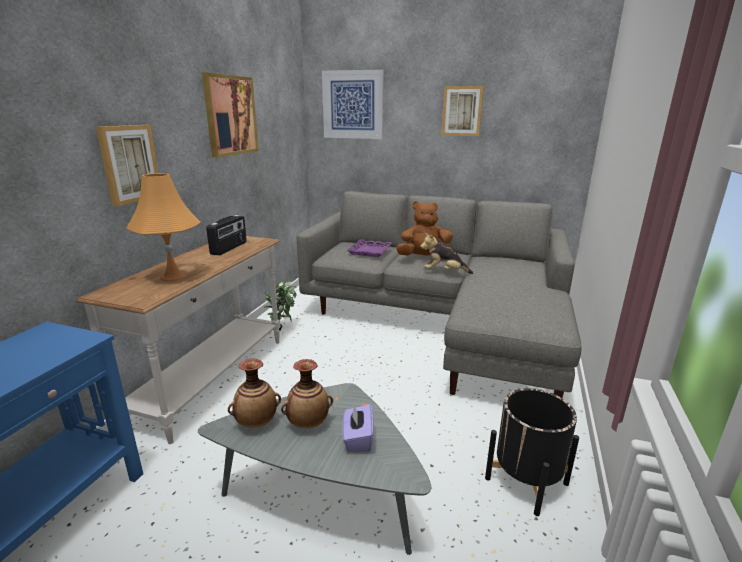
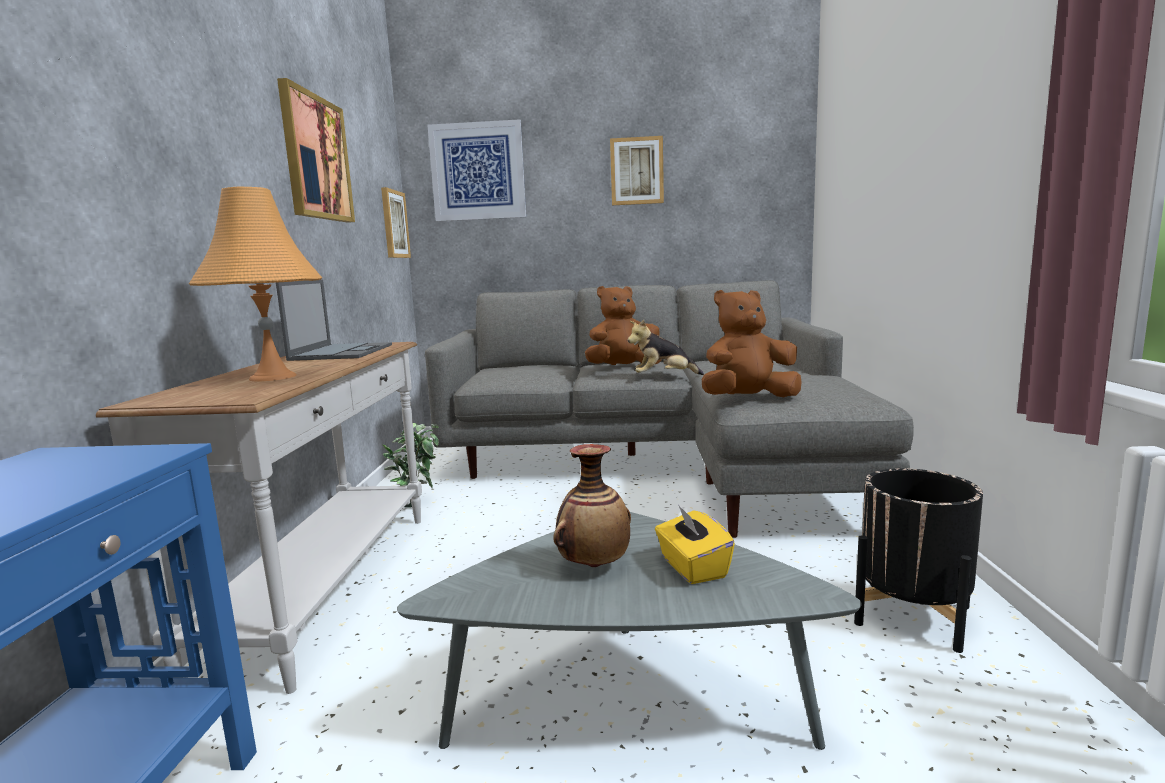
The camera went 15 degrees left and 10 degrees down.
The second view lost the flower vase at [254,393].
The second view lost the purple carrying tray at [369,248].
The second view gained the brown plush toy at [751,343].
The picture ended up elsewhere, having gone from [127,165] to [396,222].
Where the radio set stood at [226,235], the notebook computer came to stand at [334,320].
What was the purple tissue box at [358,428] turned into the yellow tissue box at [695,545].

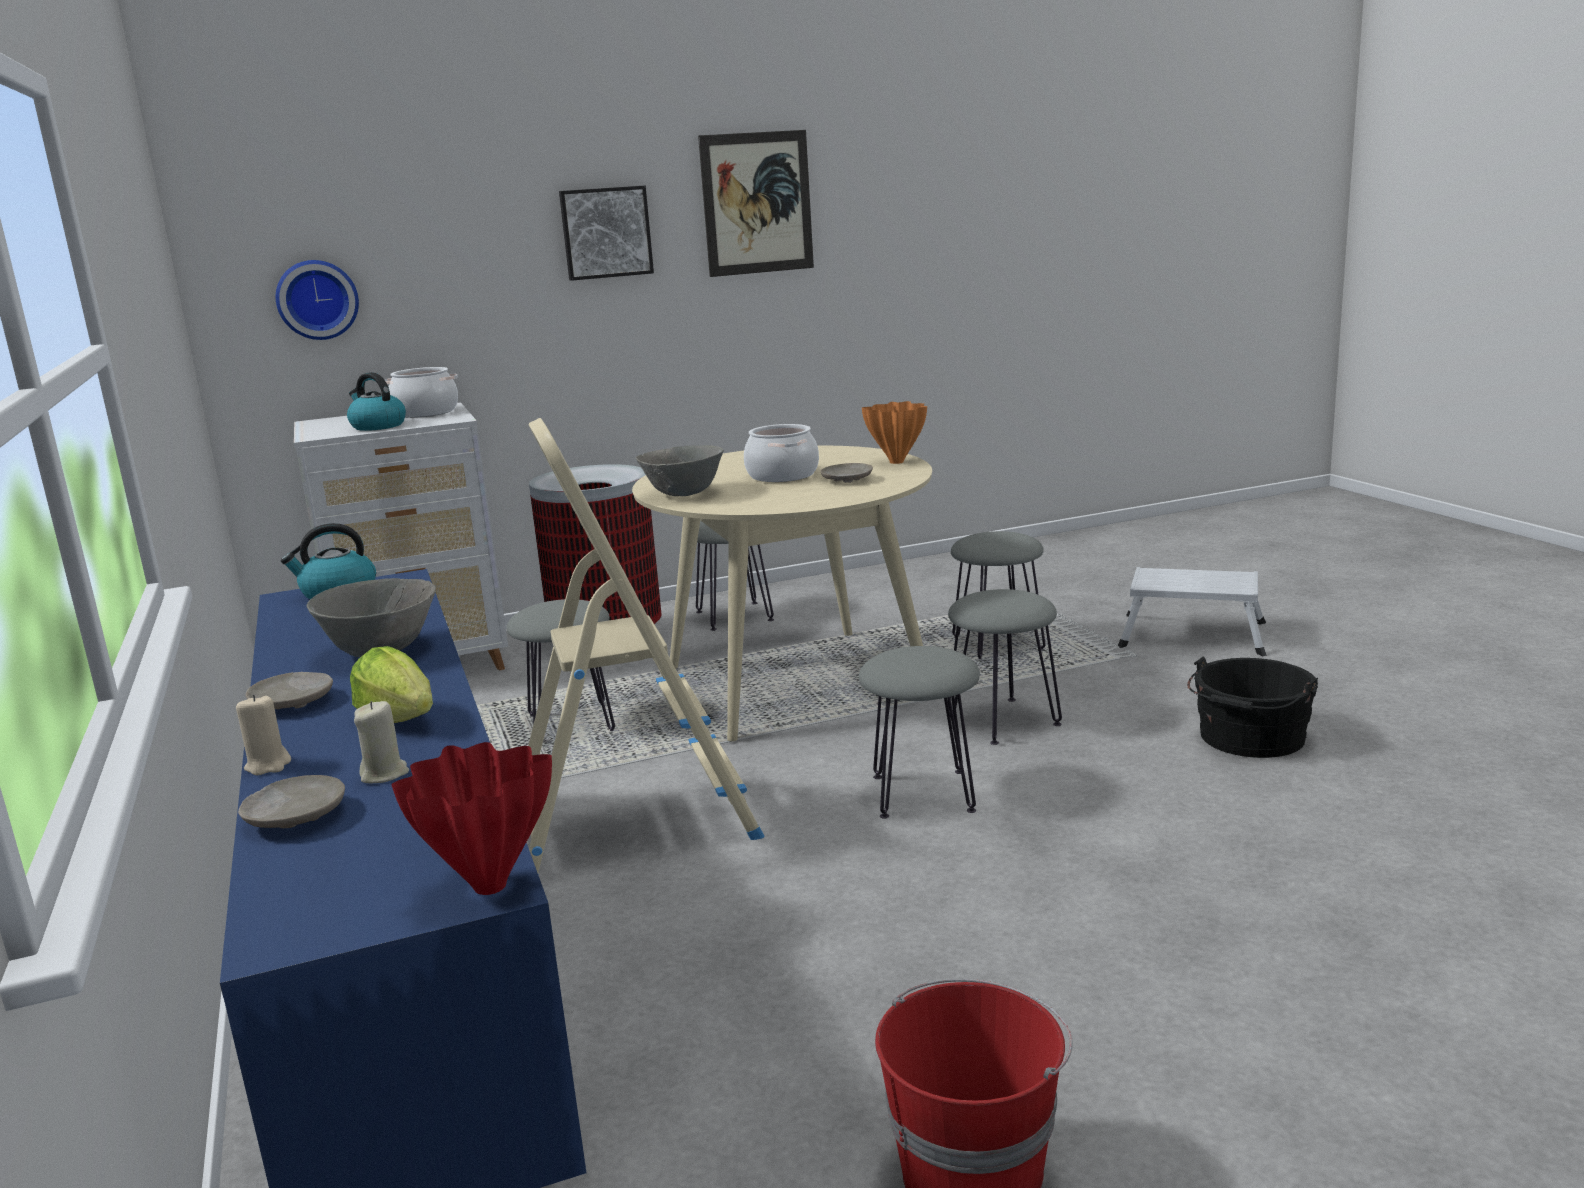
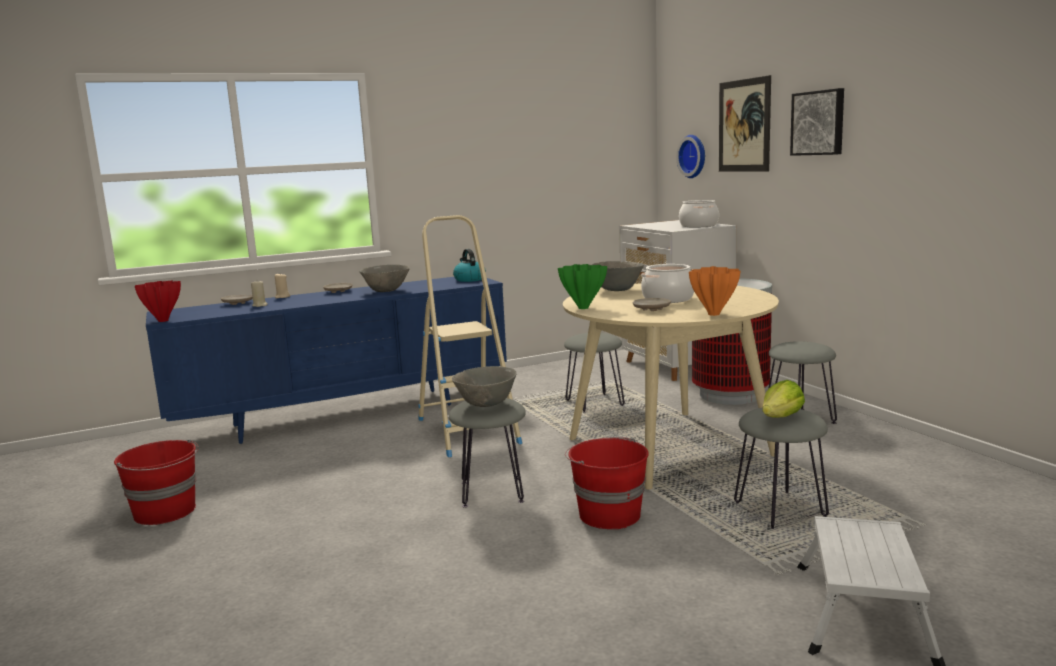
The camera went 85 degrees right and 5 degrees down.
The second view lost the water kettle at [376,401].
The second view lost the black-coloured water bucket at [1252,707].
The second view gained the grey deep dish at [484,386].
The second view gained the greenish flower vase at [582,286].
The head of lettuce ended up elsewhere, having gone from [391,684] to [783,399].
The picture ended up elsewhere, having gone from [756,203] to [745,123].
Where the grey sitting stool stood at [1005,667], the reddish water bucket came to stand at [607,483].

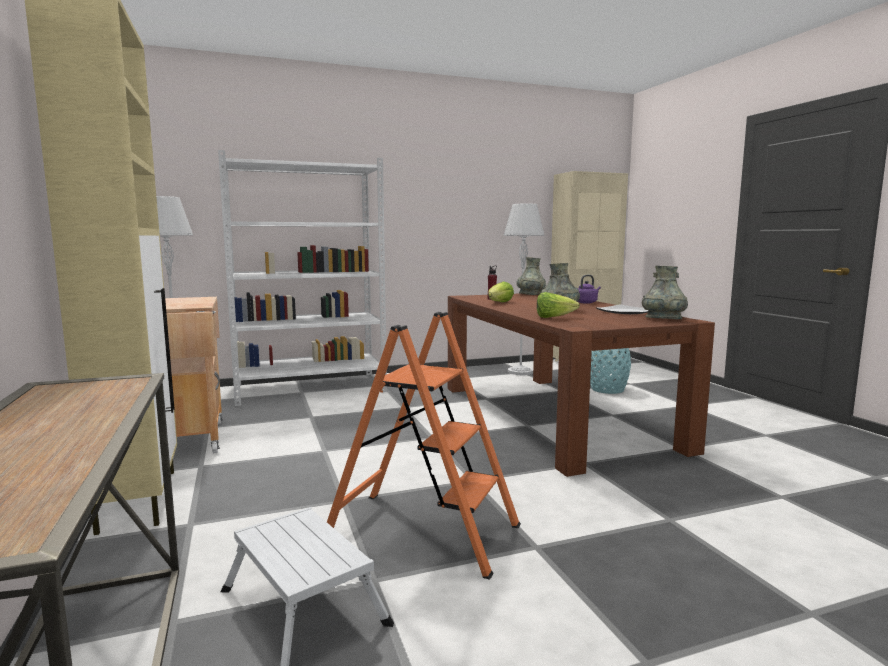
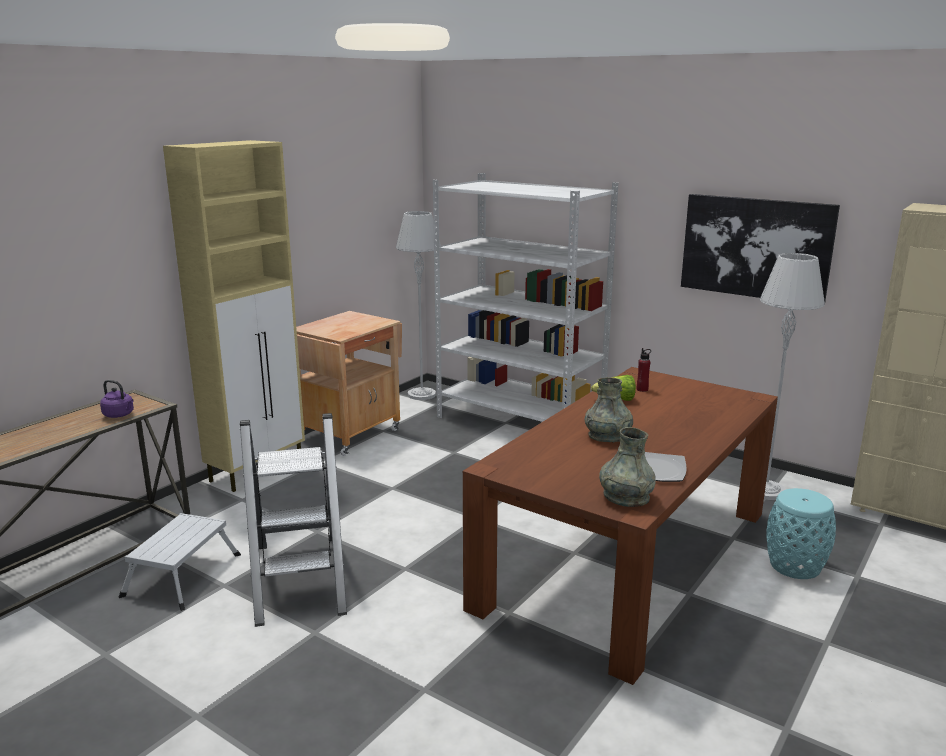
The camera went 55 degrees right and 10 degrees up.
The second view lost the grey flower vase at [531,276].
The second view lost the head of lettuce at [558,305].
The second view gained the picture at [760,247].
The purple water kettle ended up elsewhere, having gone from [589,289] to [117,399].
What was the orange-coloured step ladder at [424,446] turned into the grey step ladder at [293,520].

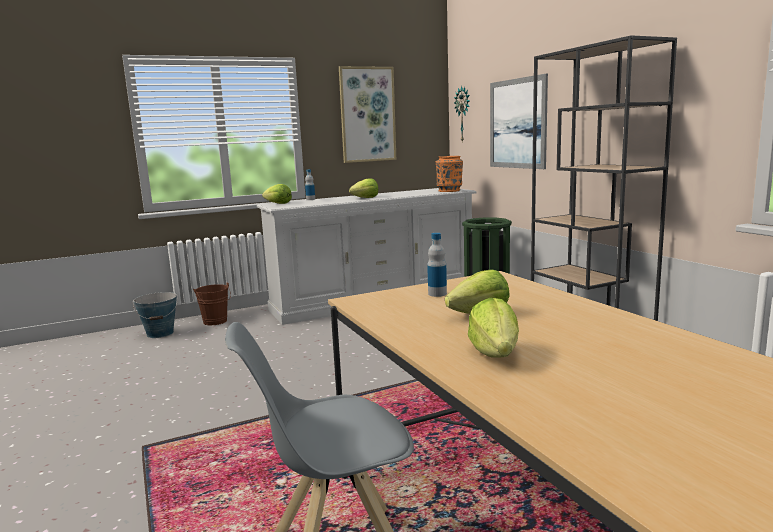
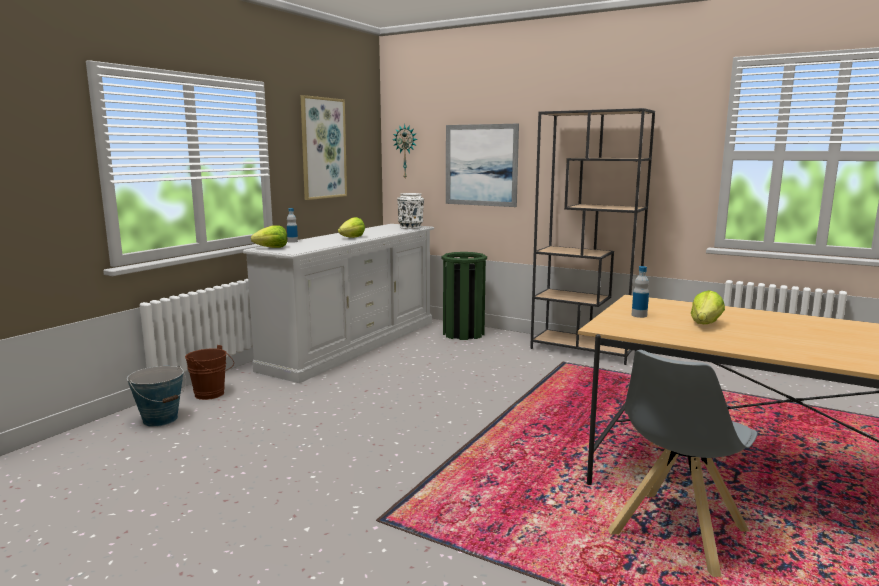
The camera went 35 degrees left and 0 degrees up.
The second view lost the head of lettuce at [493,328].
What was the orange-coloured flower vase at [449,174] turned into the whitish flower vase at [410,211].

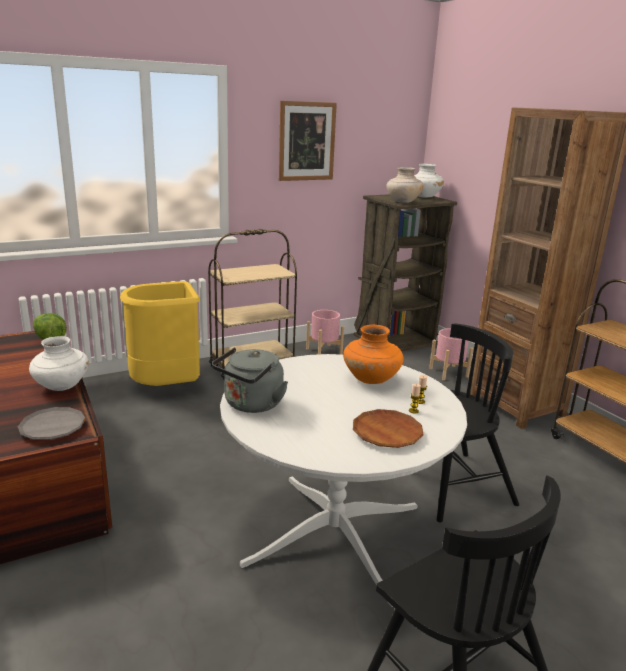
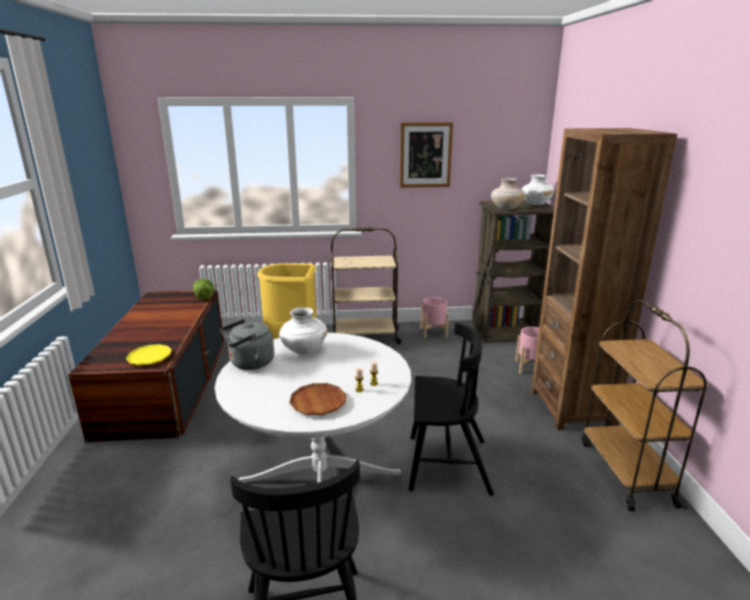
The camera went 25 degrees right and 0 degrees up.
The second view lost the orange-coloured flower vase at [373,354].
The whitish flower vase ended up elsewhere, having gone from [59,363] to [303,330].
What was the grey dinner plate at [52,423] turned into the yellow dinner plate at [149,354].

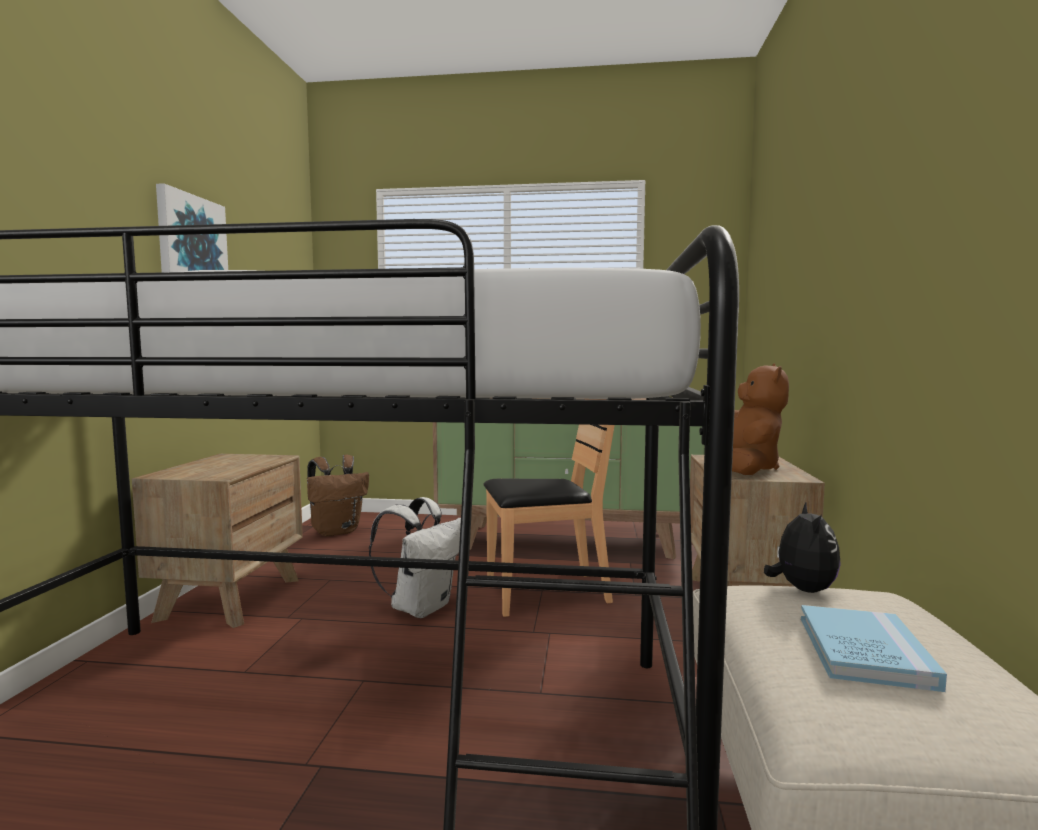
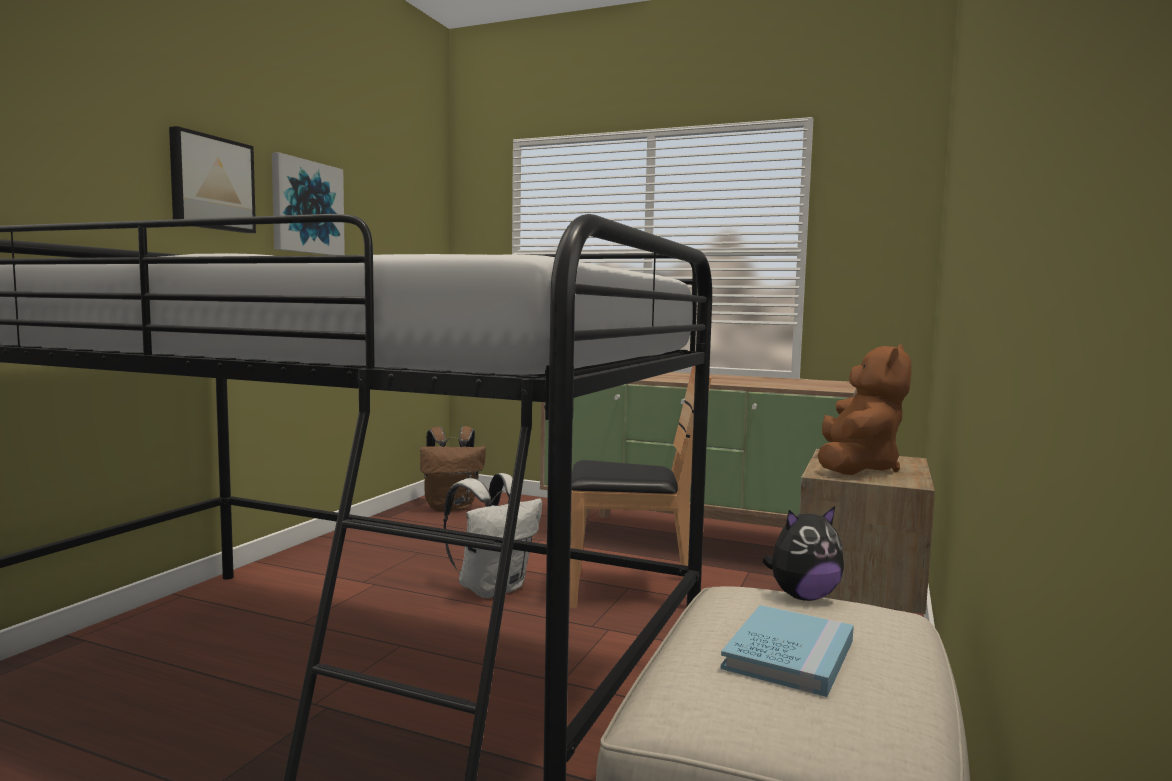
The camera went 15 degrees right and 0 degrees up.
The second view lost the brown bedside table at [217,541].
The second view gained the picture at [212,179].
The plush toy at [802,548] ended up facing another way, 45 degrees clockwise from before.

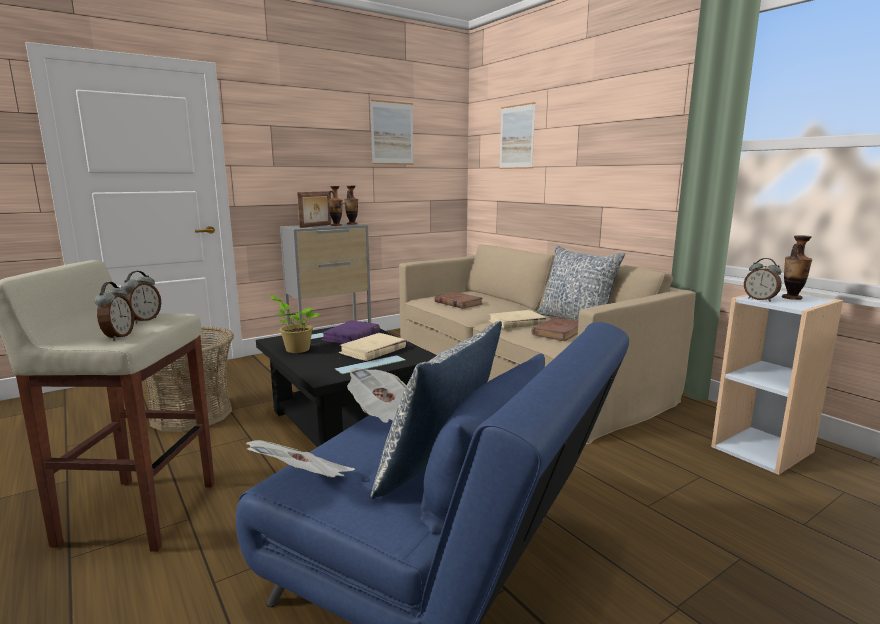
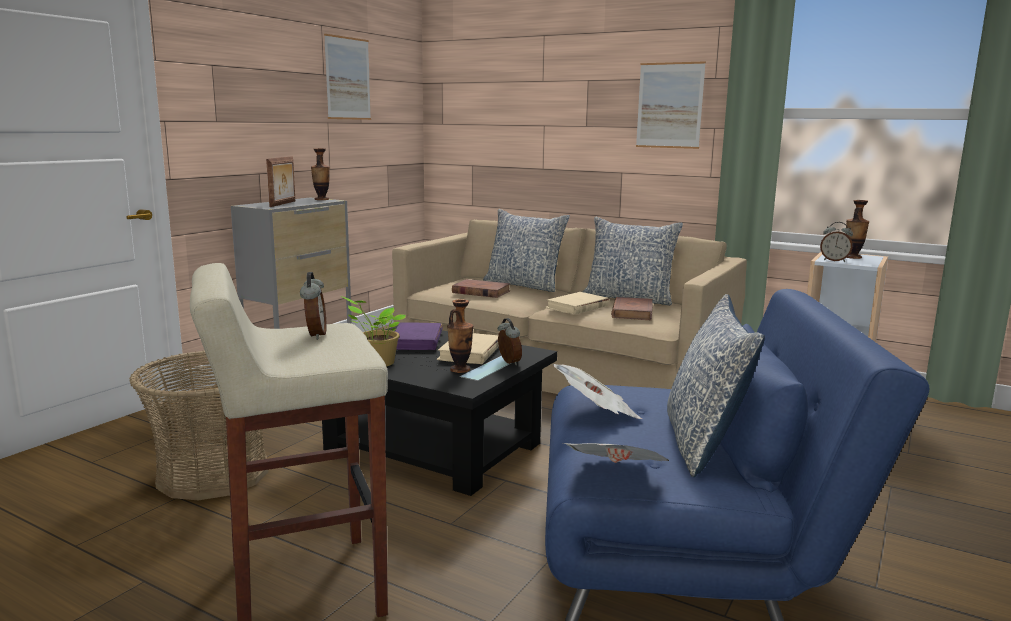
The camera went 25 degrees left and 0 degrees up.
The second view gained the throw pillow at [526,250].
The alarm clock ended up elsewhere, having gone from [114,311] to [510,341].
The flower vase ended up elsewhere, having gone from [335,206] to [460,336].
The picture ended up elsewhere, having gone from [517,135] to [671,105].

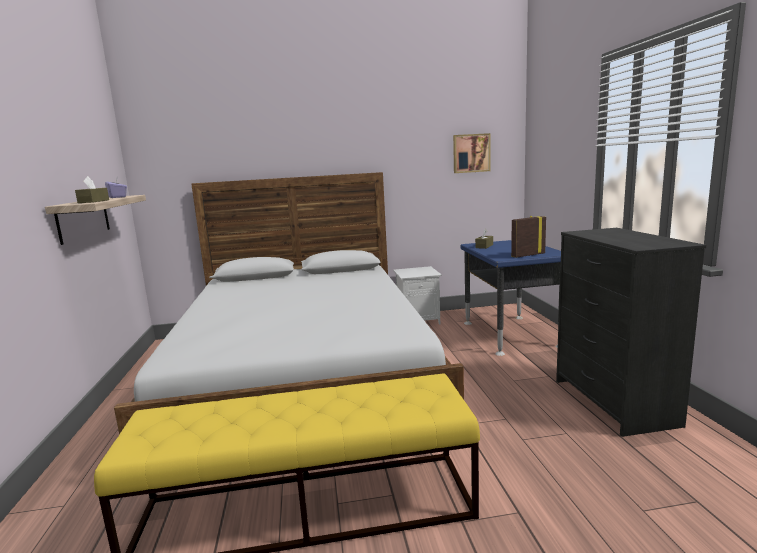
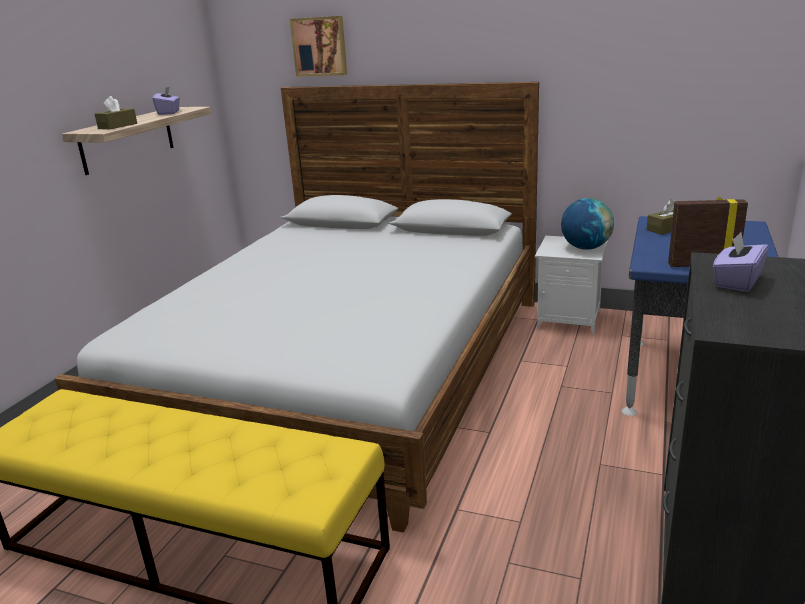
The camera went 30 degrees right and 10 degrees up.
The second view gained the world globe at [587,224].
The second view gained the purple tissue box at [741,262].
The picture ended up elsewhere, having gone from [471,153] to [318,46].

